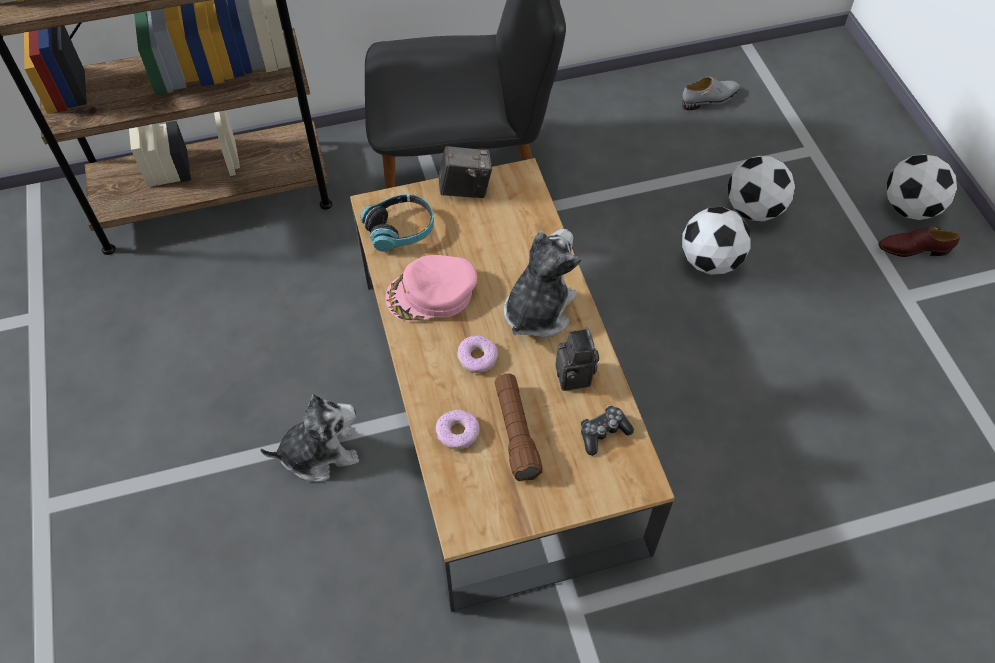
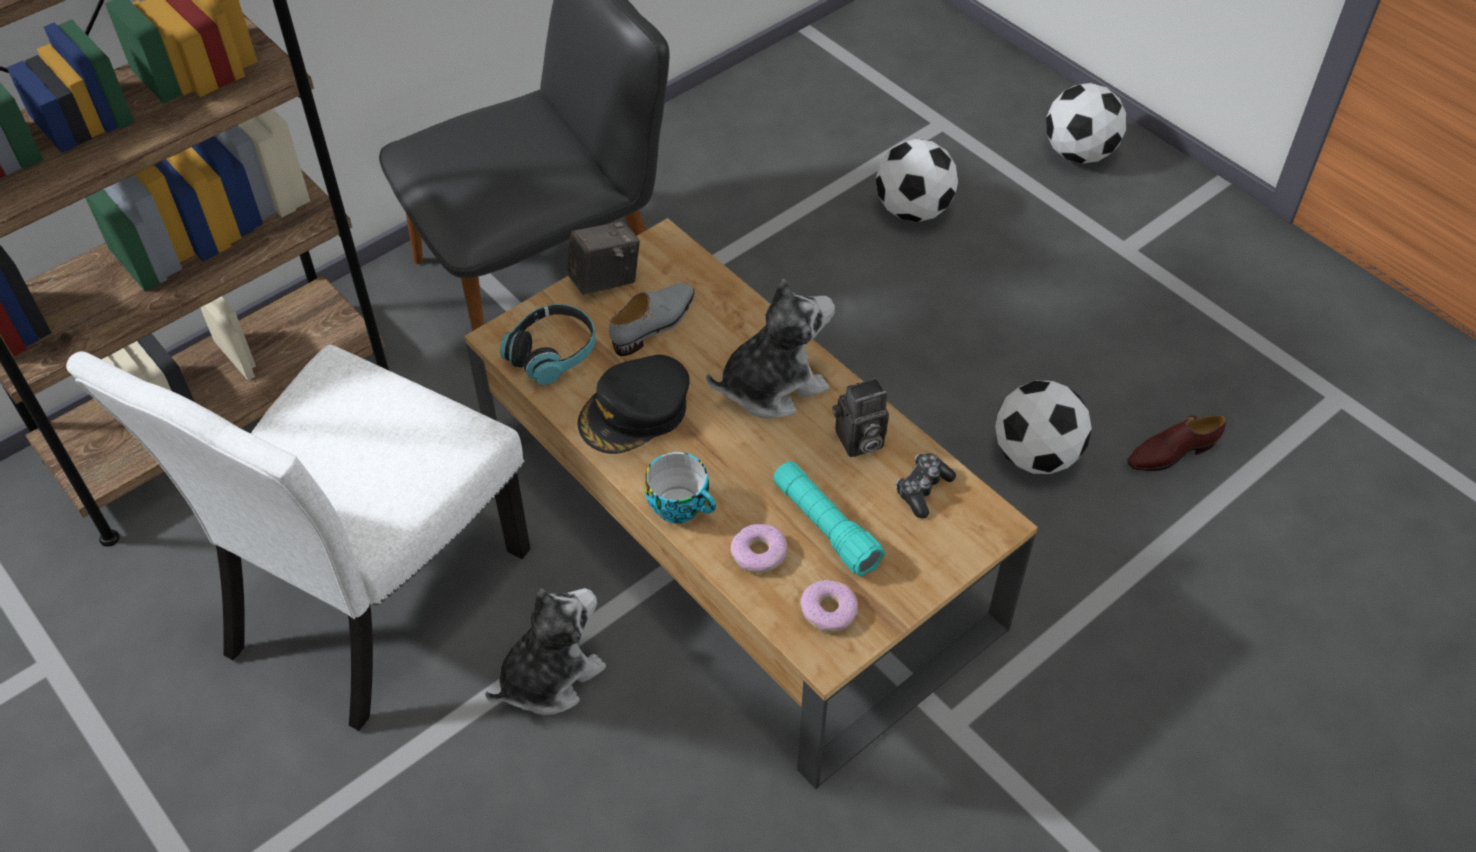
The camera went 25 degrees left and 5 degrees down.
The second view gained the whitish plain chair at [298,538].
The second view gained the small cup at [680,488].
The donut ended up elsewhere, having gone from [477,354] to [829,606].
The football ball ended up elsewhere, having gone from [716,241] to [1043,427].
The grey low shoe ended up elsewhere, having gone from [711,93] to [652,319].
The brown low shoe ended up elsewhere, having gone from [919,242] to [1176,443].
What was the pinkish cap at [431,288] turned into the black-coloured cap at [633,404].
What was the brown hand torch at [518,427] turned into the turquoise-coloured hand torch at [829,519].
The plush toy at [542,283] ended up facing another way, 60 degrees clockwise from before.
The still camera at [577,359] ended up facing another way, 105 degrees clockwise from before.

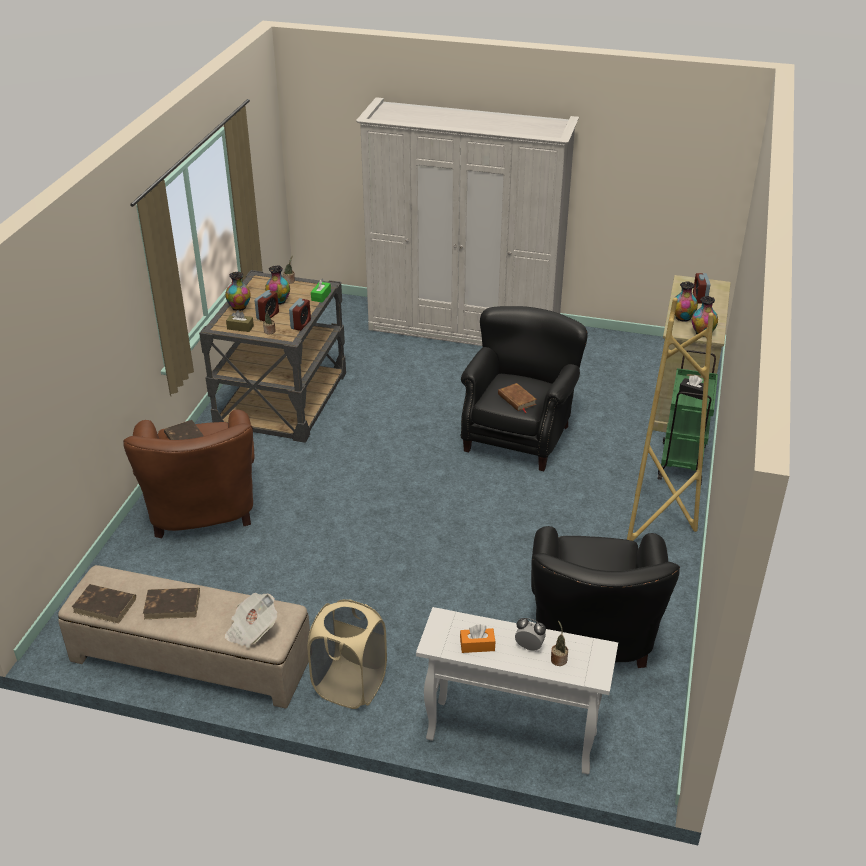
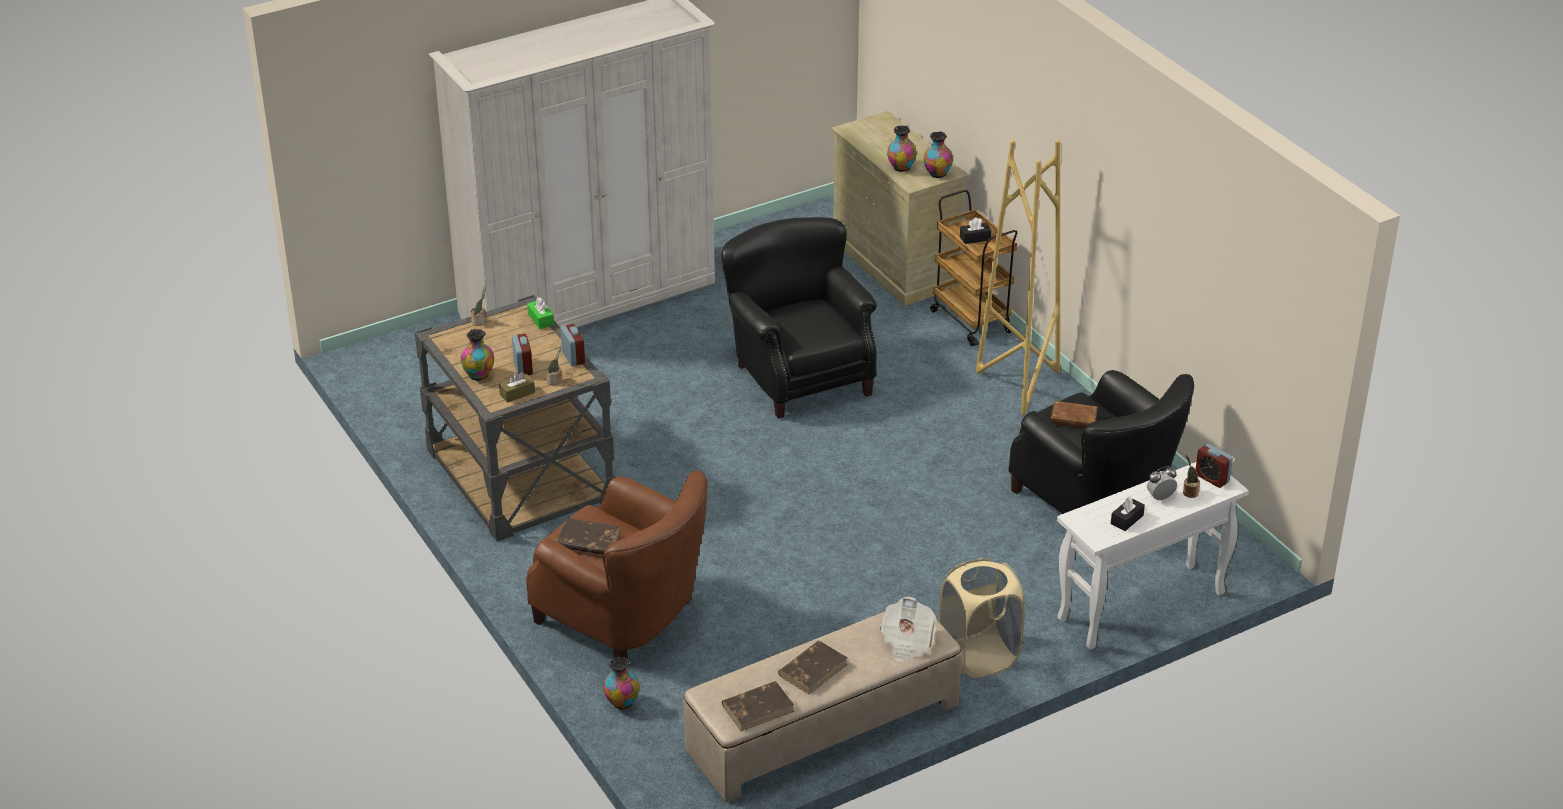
The camera went 45 degrees left and 0 degrees up.
The flower vase ended up elsewhere, having gone from [277,285] to [621,683].
The brown bound book ended up elsewhere, having gone from [517,398] to [1073,414].
The alarm clock ended up elsewhere, having gone from [702,288] to [1214,466].
What was the orange-coloured tissue box at [478,638] turned into the black-coloured tissue box at [1128,513].
What was the greenish cart at [687,417] turned into the brown cart at [973,268].

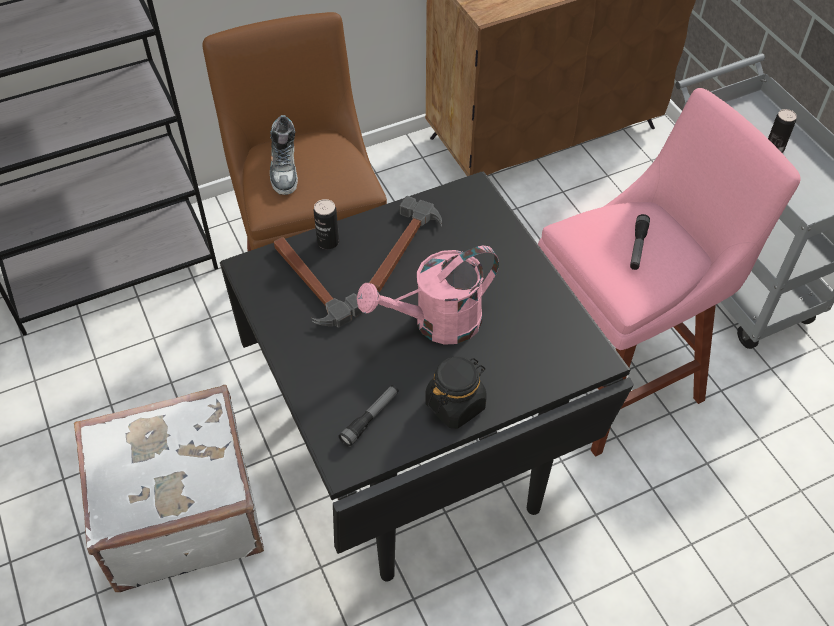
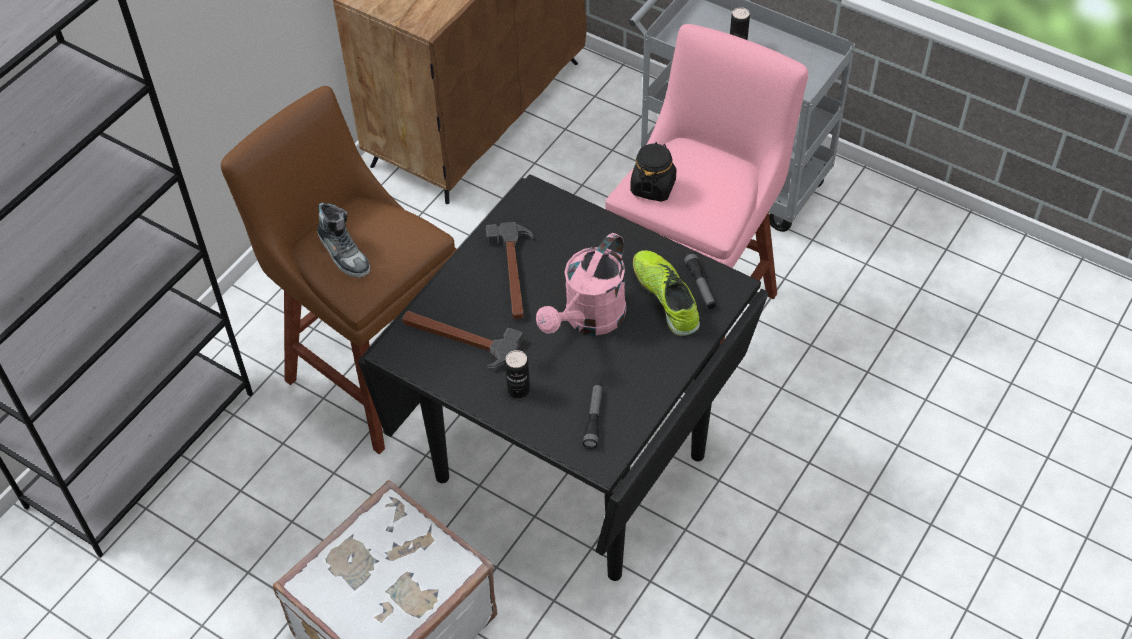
The camera went 30 degrees left and 0 degrees up.
The second view gained the low shoe at [666,293].
The metal can ended up elsewhere, having gone from [326,224] to [517,374].
The black-coloured storage jar ended up elsewhere, having gone from [456,393] to [653,172].
The hand torch ended up elsewhere, having gone from [640,242] to [700,280].

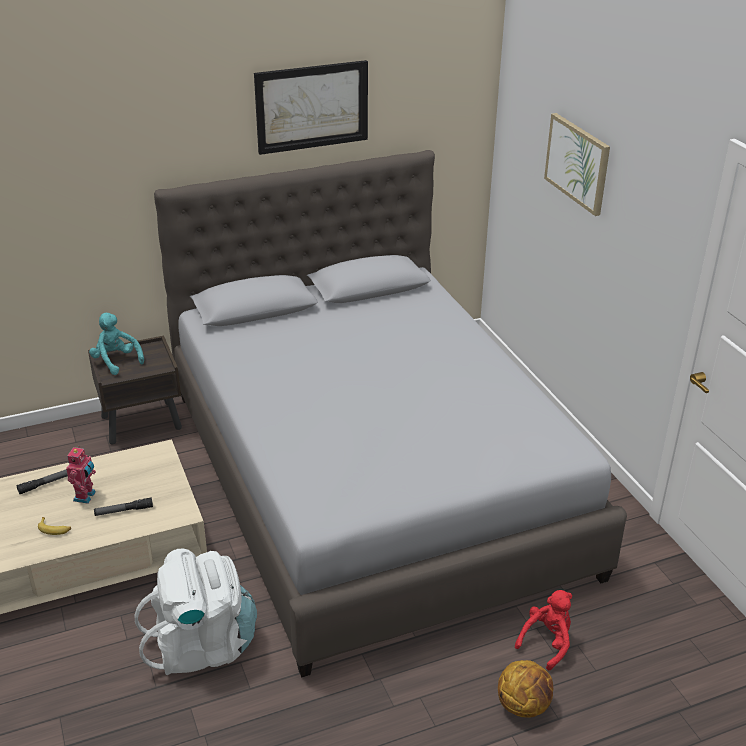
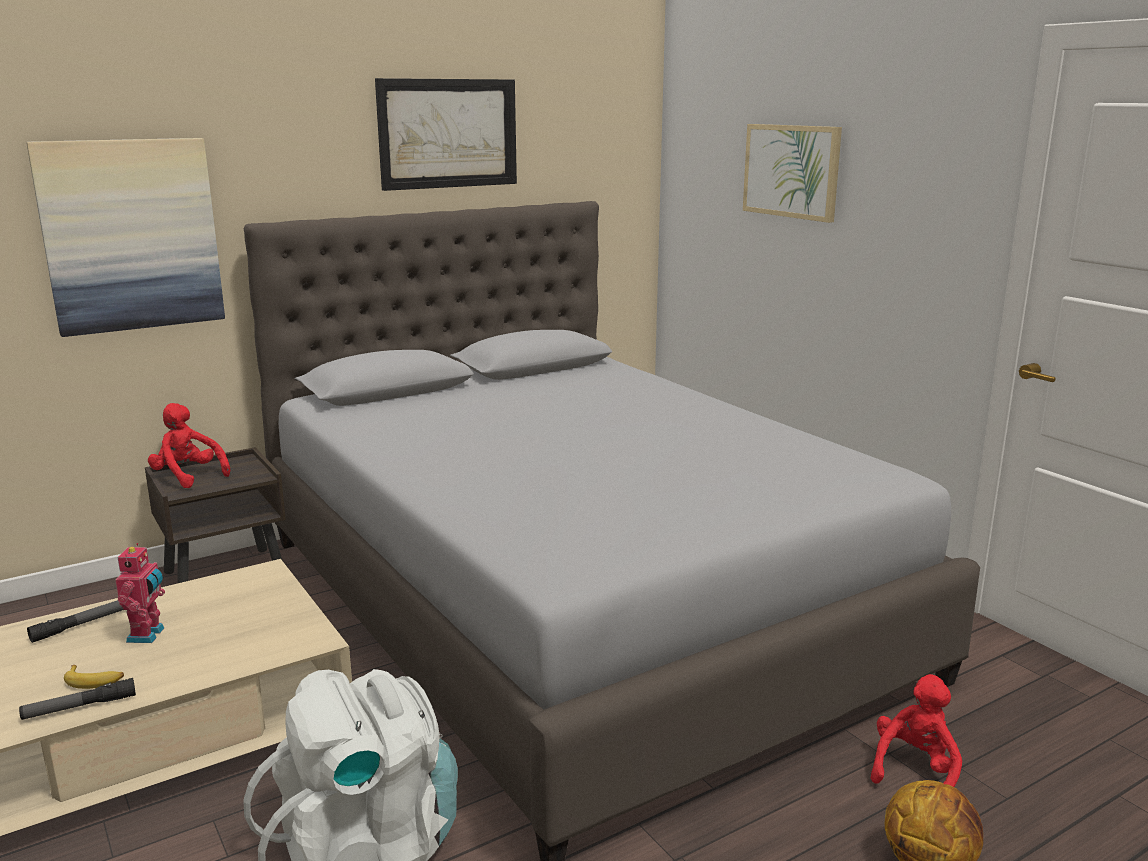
The camera went 10 degrees left and 15 degrees down.
The second view gained the picture at [125,237].
The hand torch ended up elsewhere, having gone from [123,506] to [77,699].
What was the turquoise-coloured plush toy at [116,344] turned into the reddish plush toy at [189,445].

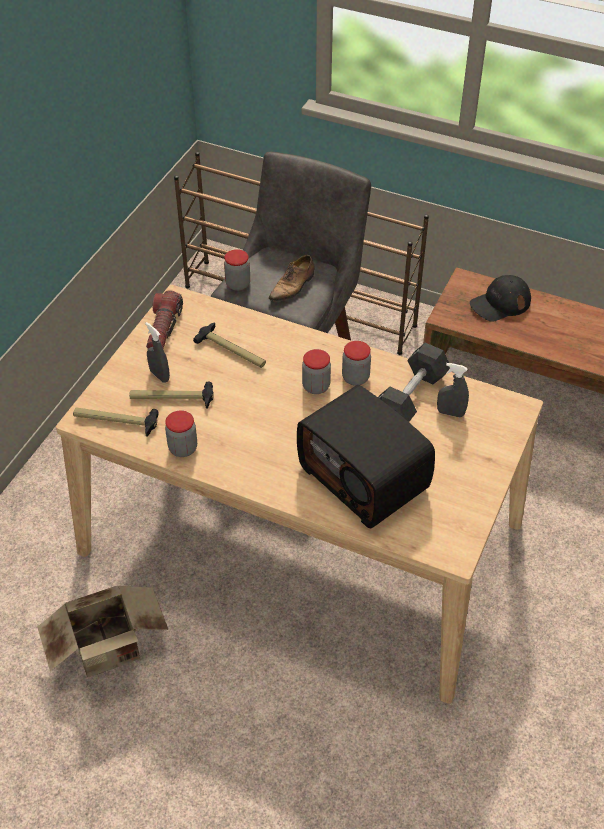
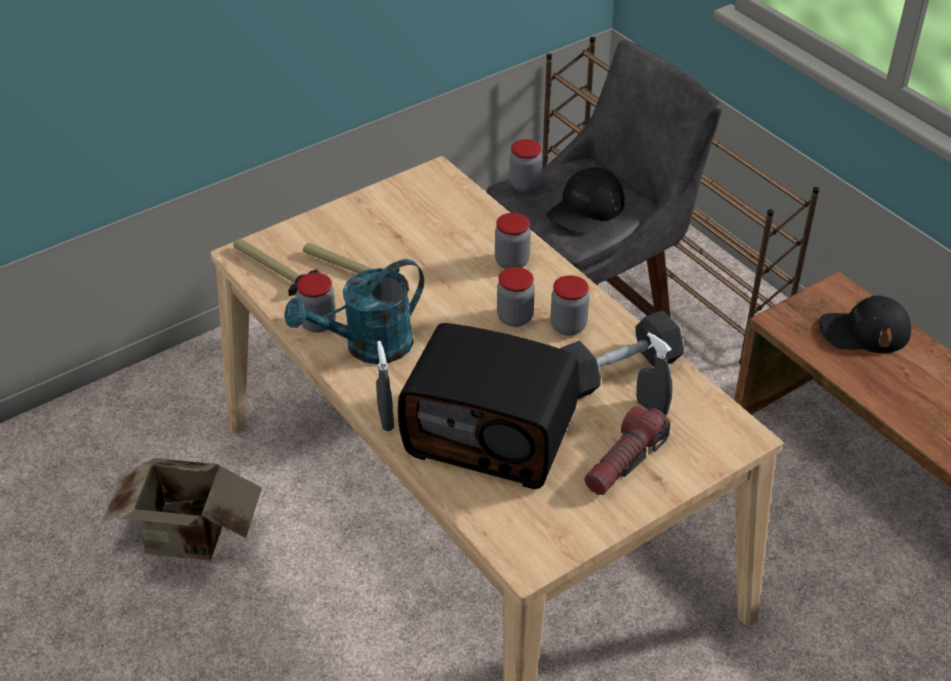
The camera went 30 degrees right and 5 degrees down.
The second view lost the hammer at [229,345].
The second view gained the turquoise-coloured sprinkling can at [354,311].
The second view gained the storage jar at [513,241].
The grey spray bottle ended up elsewhere, having gone from [157,352] to [385,386].
The hand torch ended up elsewhere, having gone from [164,319] to [627,450].
Where the low shoe stood at [291,278], the black-coloured cap came to stand at [585,200].
The radio set at [366,456] ended up facing another way, 60 degrees counterclockwise from before.

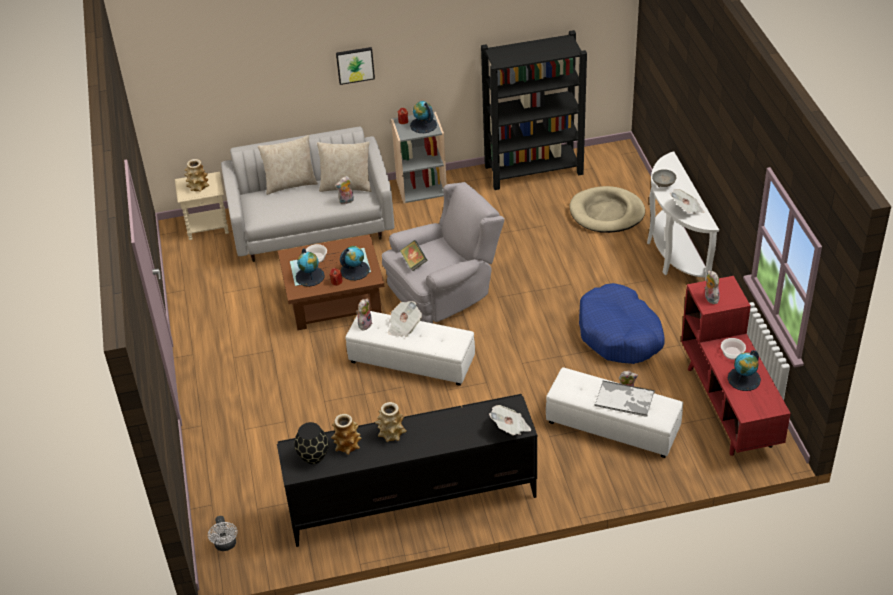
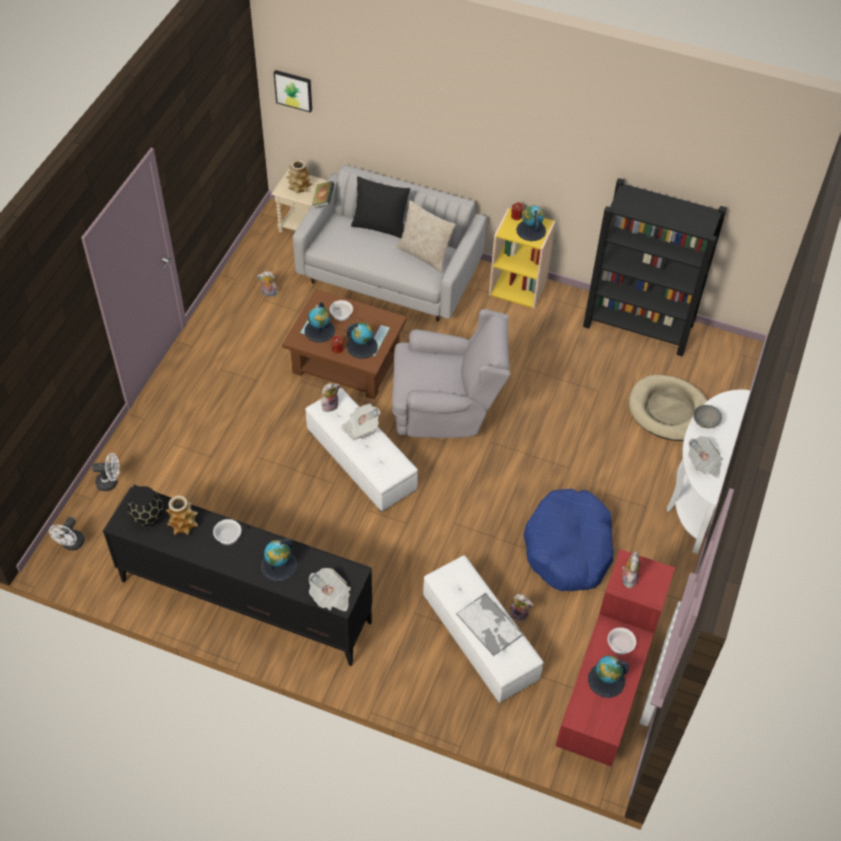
The camera went 30 degrees right and 10 degrees up.
The second view gained the whitish fan at [106,472].
The second view gained the world globe at [279,560].
The plush toy ended up elsewhere, having gone from [344,190] to [267,284].
The picture ended up elsewhere, having gone from [355,66] to [293,91].
The bound book ended up elsewhere, having gone from [413,255] to [323,194].
Where the flower vase stood at [391,422], the deep dish came to stand at [227,532].
What was the sand-coloured throw pillow at [288,165] turned into the black-coloured throw pillow at [380,207].
What was the grey bookshelf at [419,157] turned into the yellow bookshelf at [522,258].

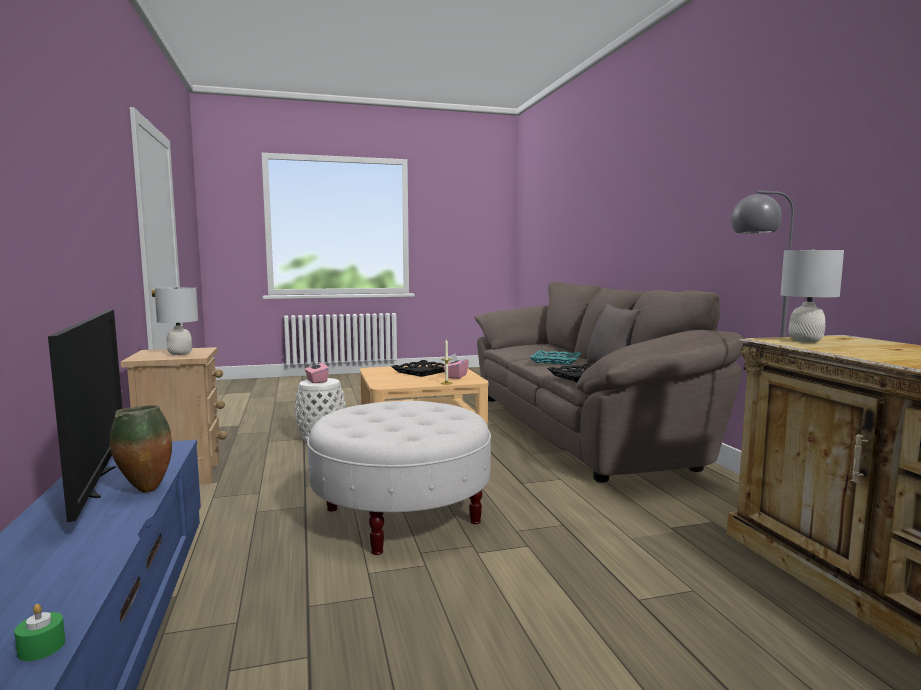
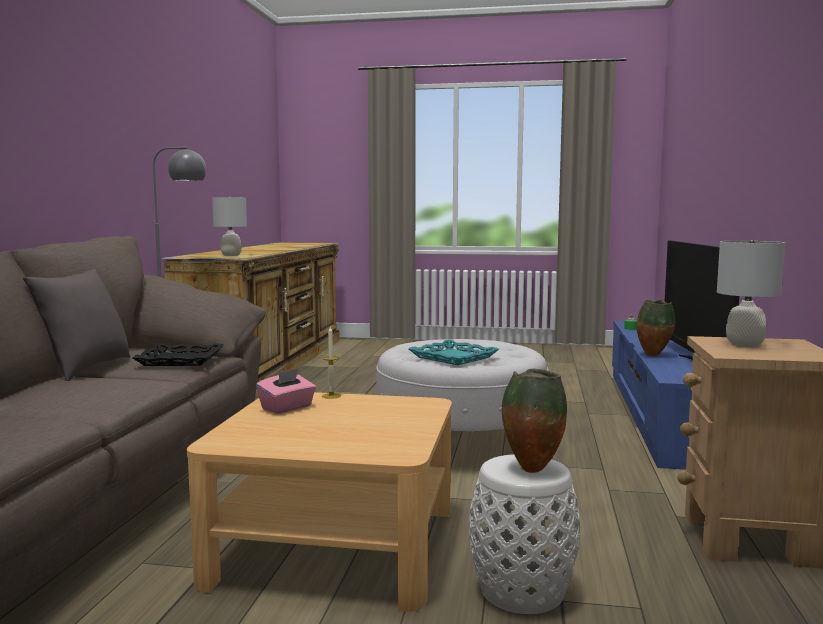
The camera went 155 degrees left and 0 degrees up.
The second view lost the black-coloured carrying tray at [418,368].
The turquoise-coloured carrying tray ended up elsewhere, having gone from [555,357] to [453,352].
Where the pinkish tissue box stood at [317,371], the flower vase came to stand at [534,421].

